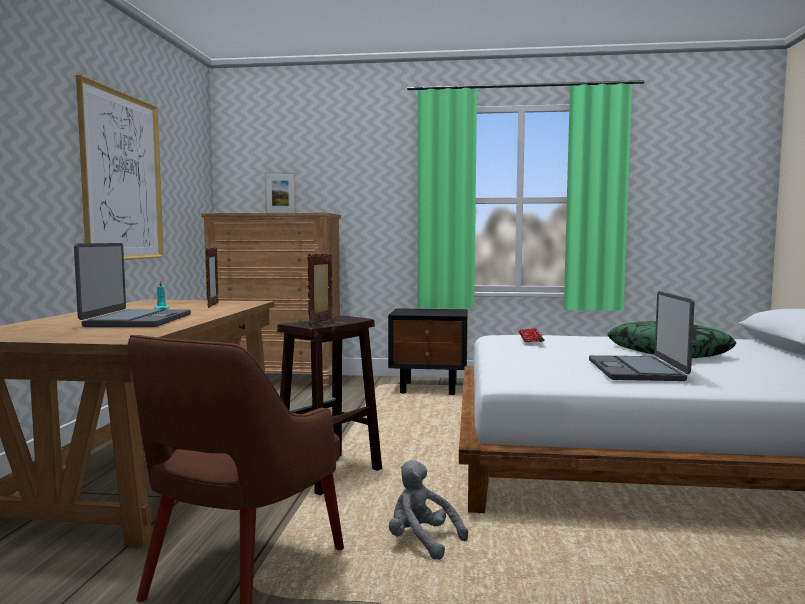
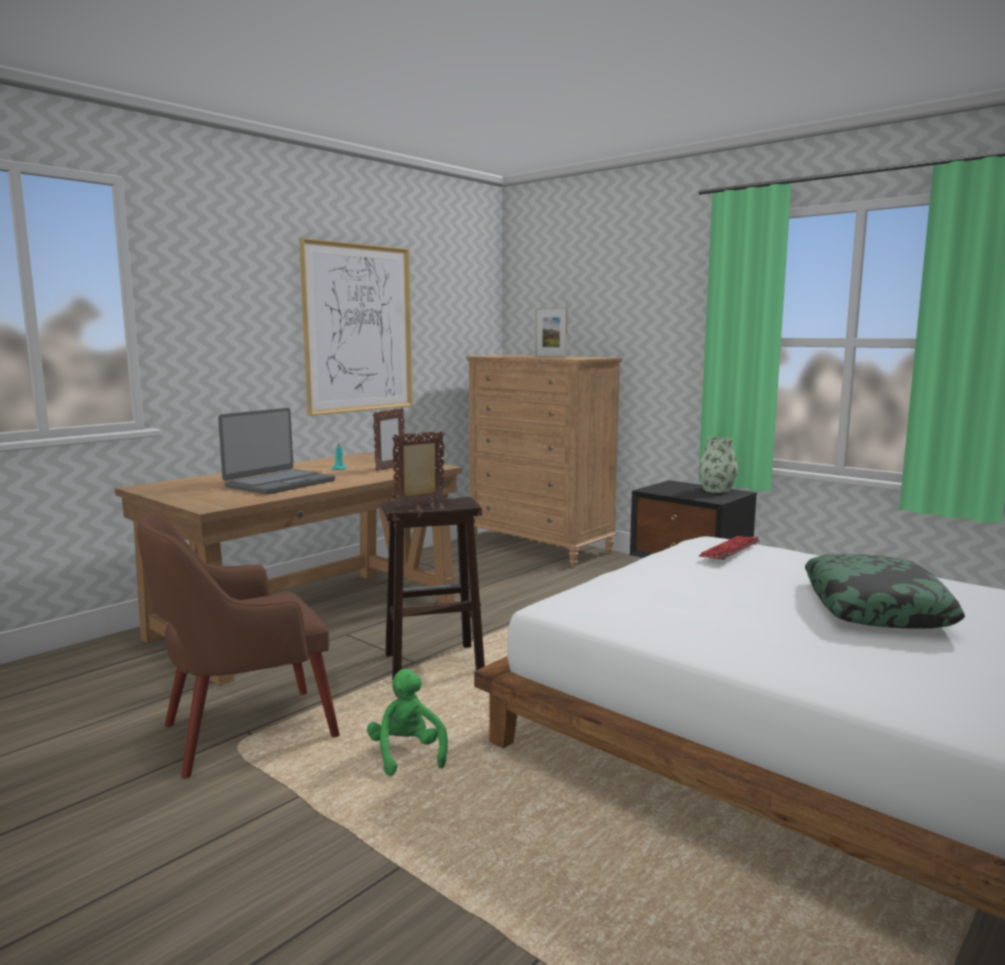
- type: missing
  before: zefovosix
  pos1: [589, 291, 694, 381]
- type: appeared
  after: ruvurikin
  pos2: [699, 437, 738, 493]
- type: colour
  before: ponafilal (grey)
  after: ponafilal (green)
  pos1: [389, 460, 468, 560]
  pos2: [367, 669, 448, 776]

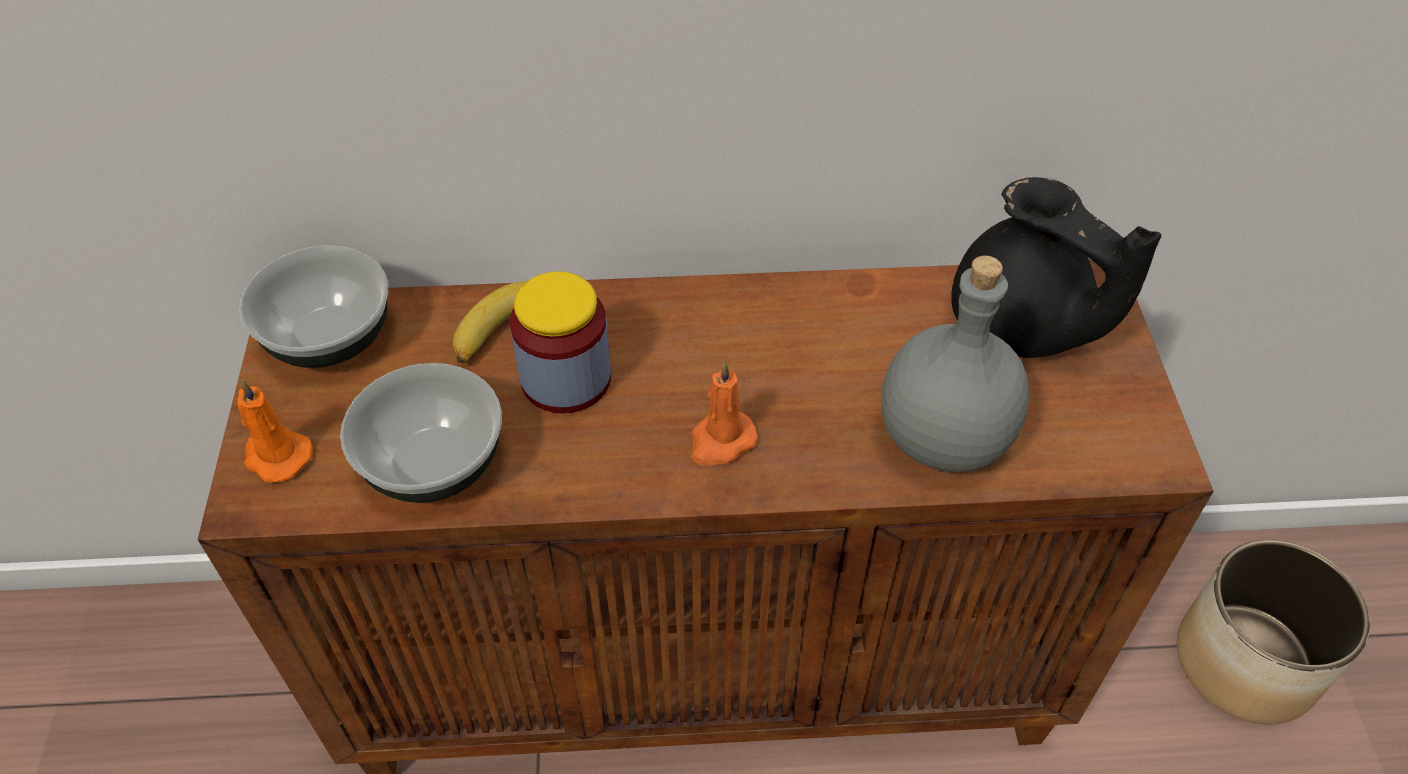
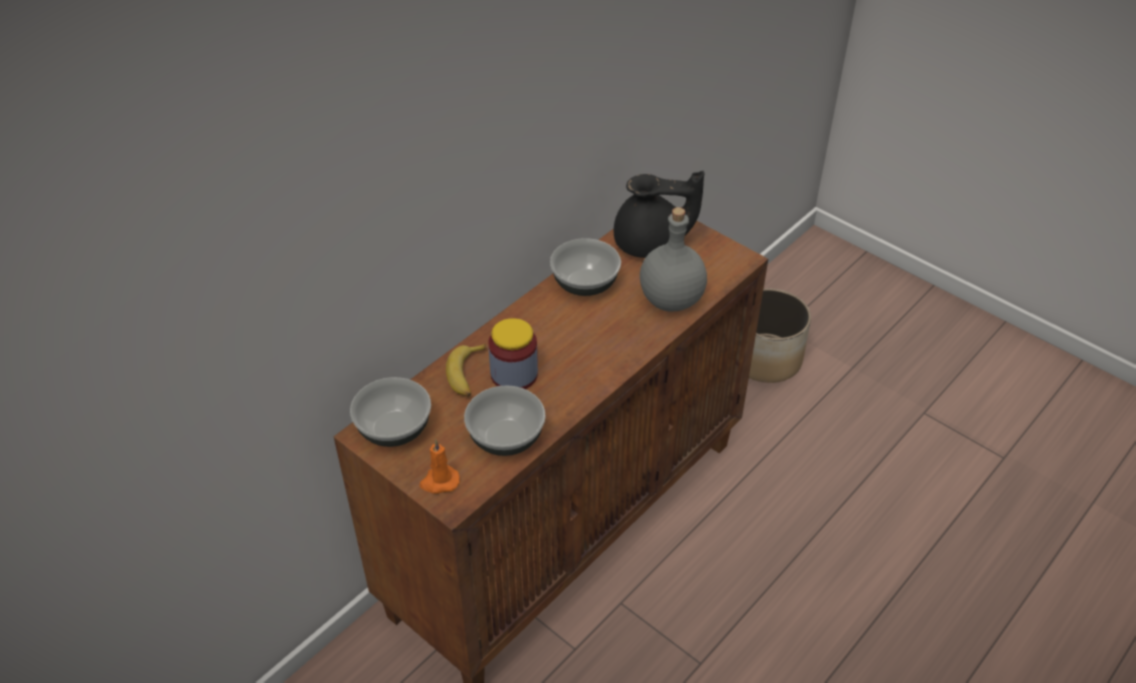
- type: missing
  before: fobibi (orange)
  pos1: [691, 361, 758, 465]
- type: appeared
  after: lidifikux
  pos2: [550, 238, 621, 296]

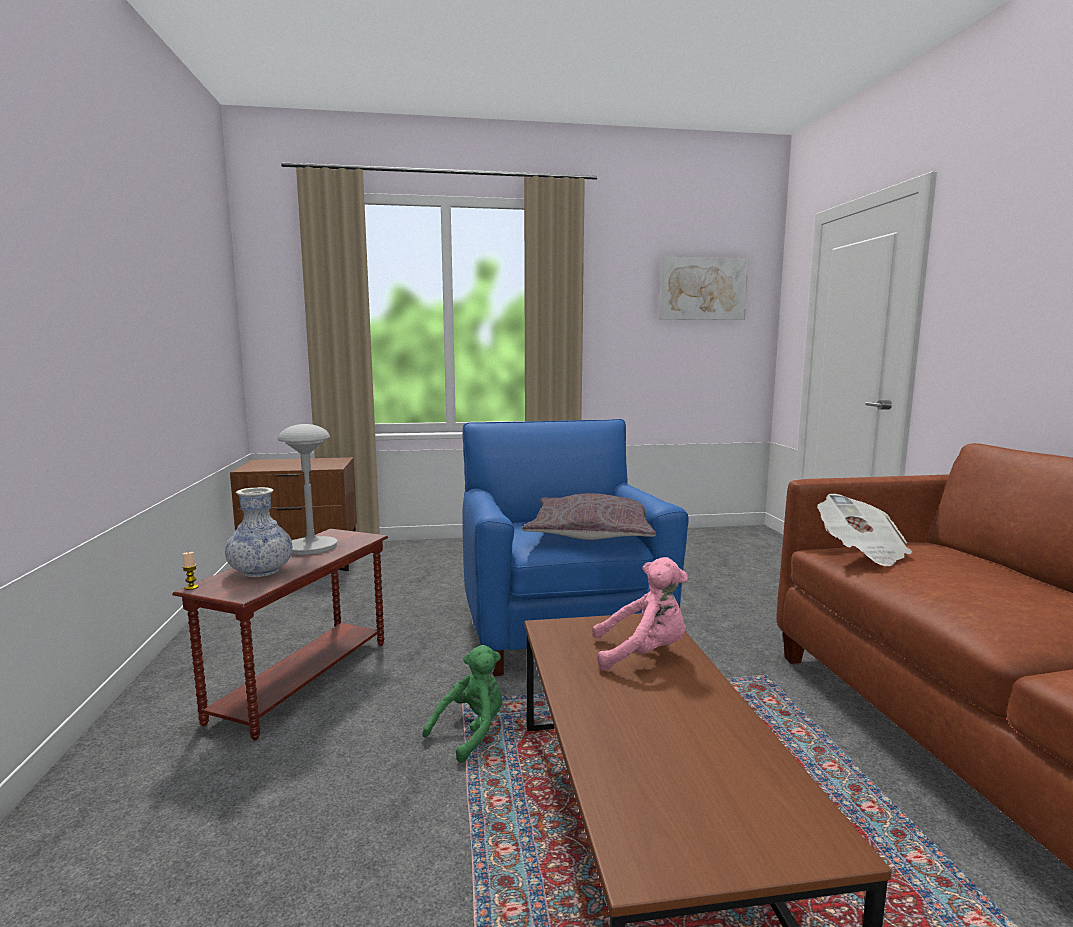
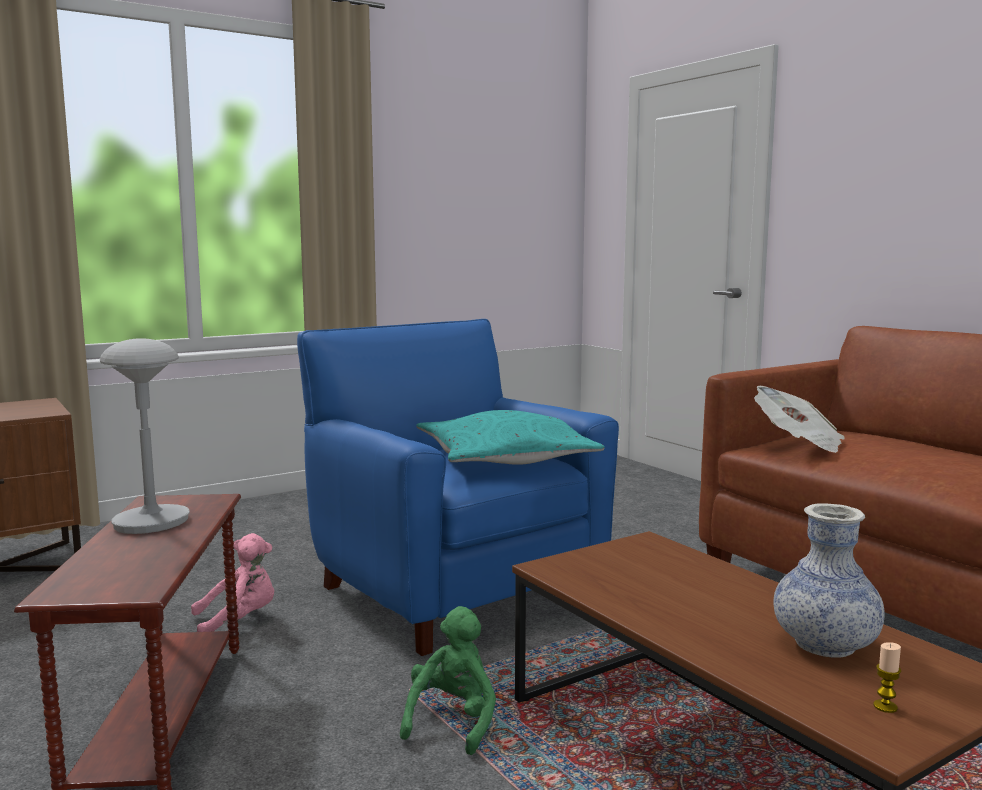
- type: missing
  before: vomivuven
  pos1: [659, 256, 749, 320]
- type: relocated
  before: fobibi
  pos1: [182, 552, 199, 590]
  pos2: [873, 642, 901, 713]
- type: relocated
  before: ruvurikin
  pos1: [225, 487, 292, 577]
  pos2: [774, 504, 885, 658]
- type: relocated
  before: ponafilal (pink)
  pos1: [592, 557, 688, 671]
  pos2: [191, 533, 274, 632]
- type: colour
  before: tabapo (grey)
  after: tabapo (turquoise)
  pos1: [522, 493, 656, 540]
  pos2: [417, 410, 605, 465]

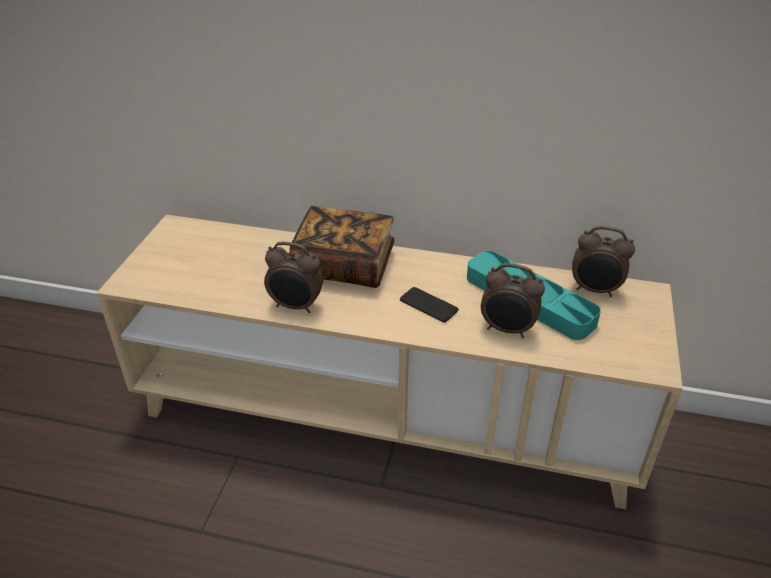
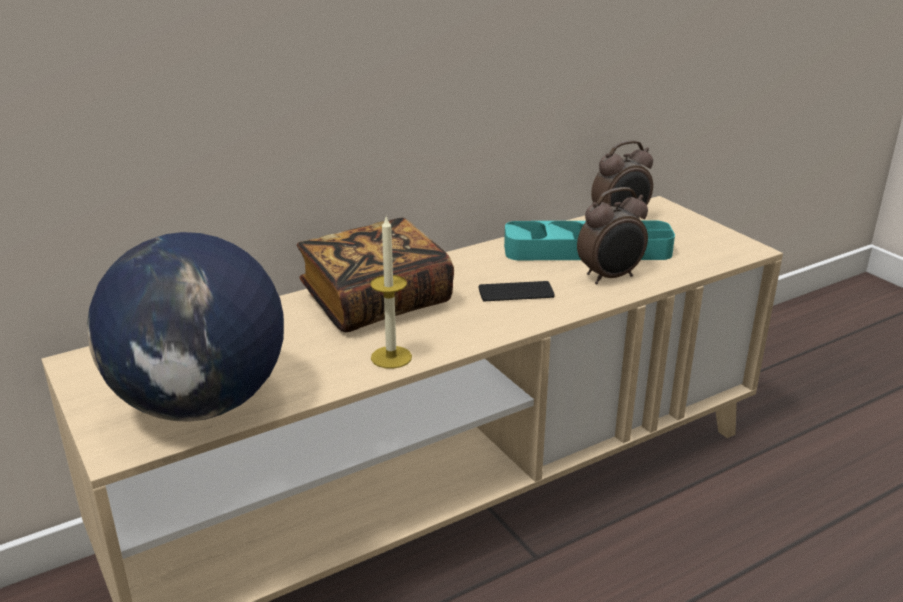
- type: appeared
  after: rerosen
  pos2: [87, 232, 284, 422]
- type: exchanged
  before: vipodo
  after: fobibi
  pos1: [264, 241, 323, 313]
  pos2: [370, 217, 412, 369]

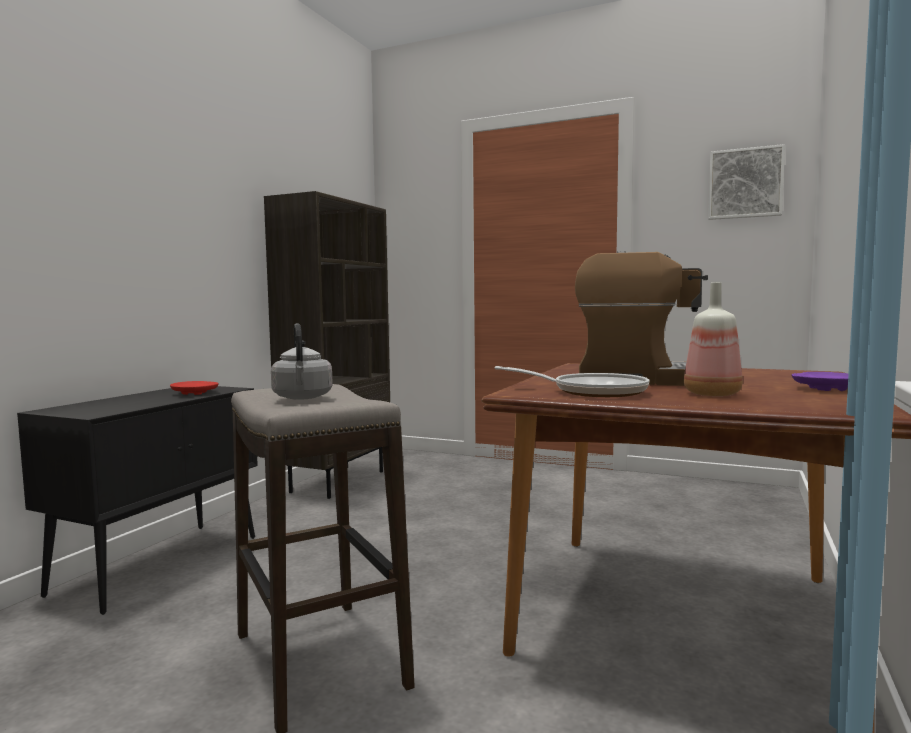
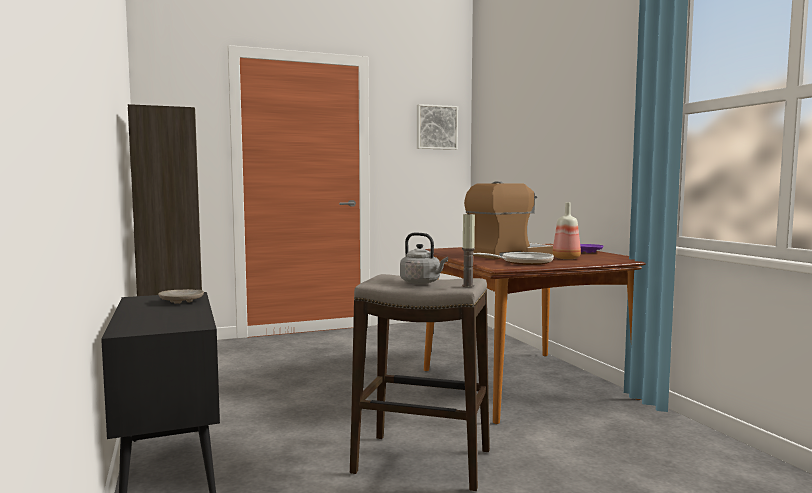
- type: appeared
  after: fobibi
  pos2: [462, 214, 475, 287]
- type: colour
  before: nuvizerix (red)
  after: nuvizerix (beige)
  pos1: [170, 381, 219, 395]
  pos2: [158, 289, 204, 304]

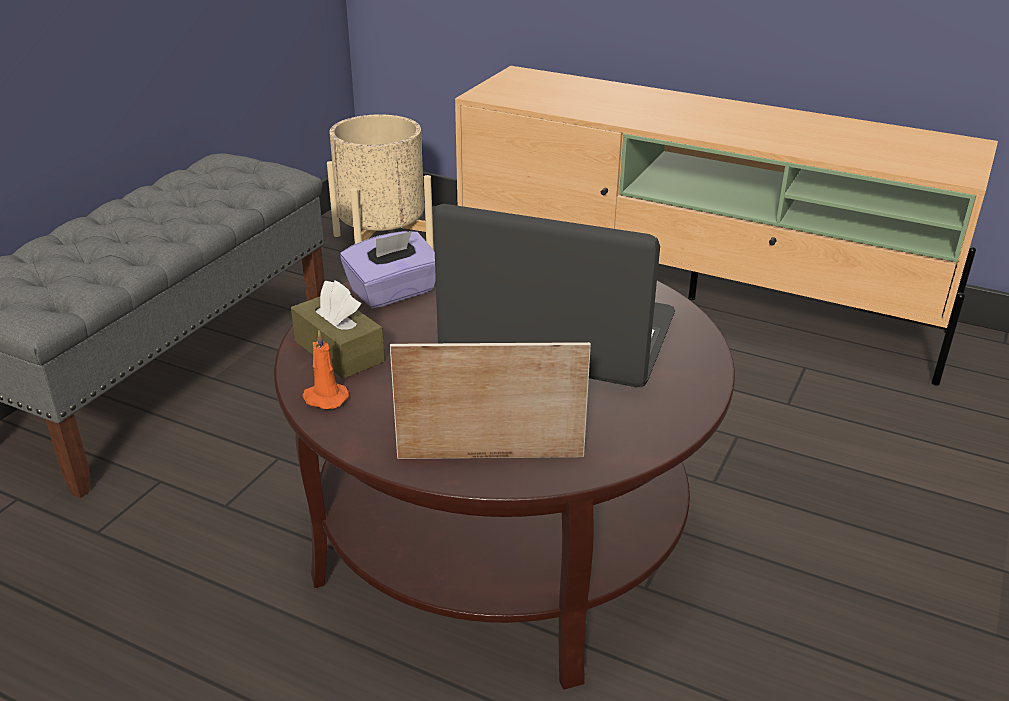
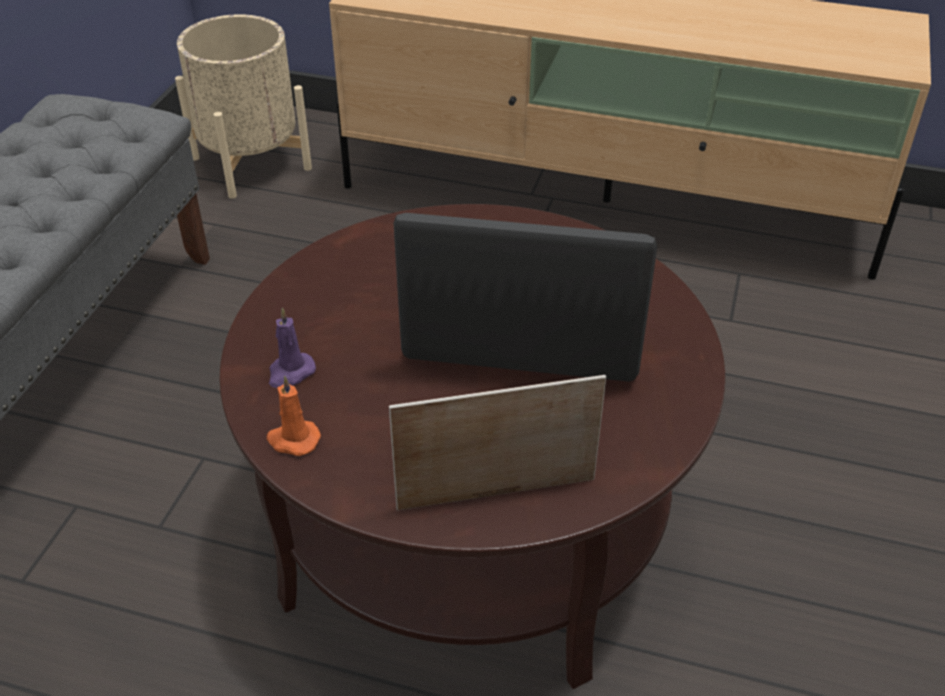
- type: missing
  before: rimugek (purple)
  pos1: [340, 231, 436, 308]
- type: exchanged
  before: rimugek (brown)
  after: fobibi (purple)
  pos1: [291, 280, 385, 379]
  pos2: [269, 308, 316, 388]

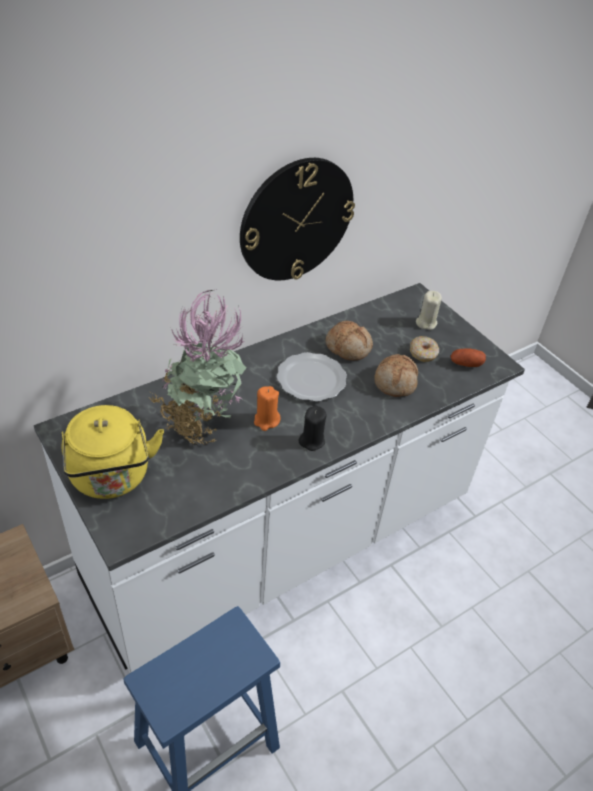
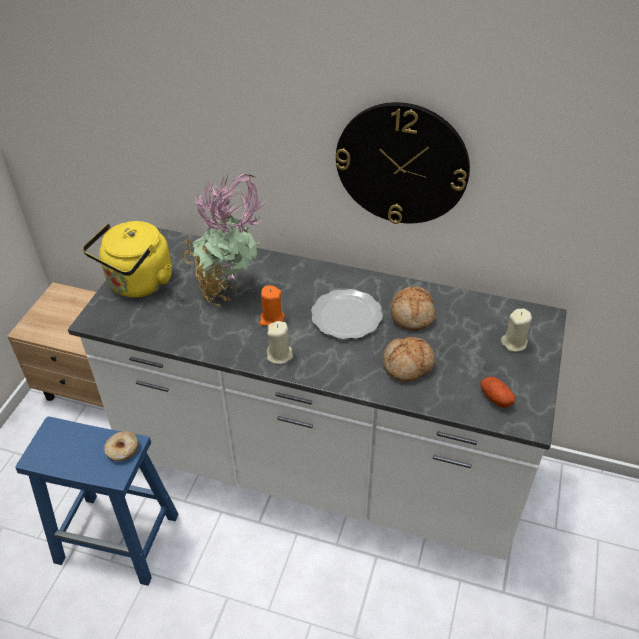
- type: relocated
  before: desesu
  pos1: [410, 336, 439, 362]
  pos2: [104, 431, 139, 461]
- type: colour
  before: fobibi (black)
  after: fobibi (beige)
  pos1: [299, 406, 327, 451]
  pos2: [267, 321, 293, 364]

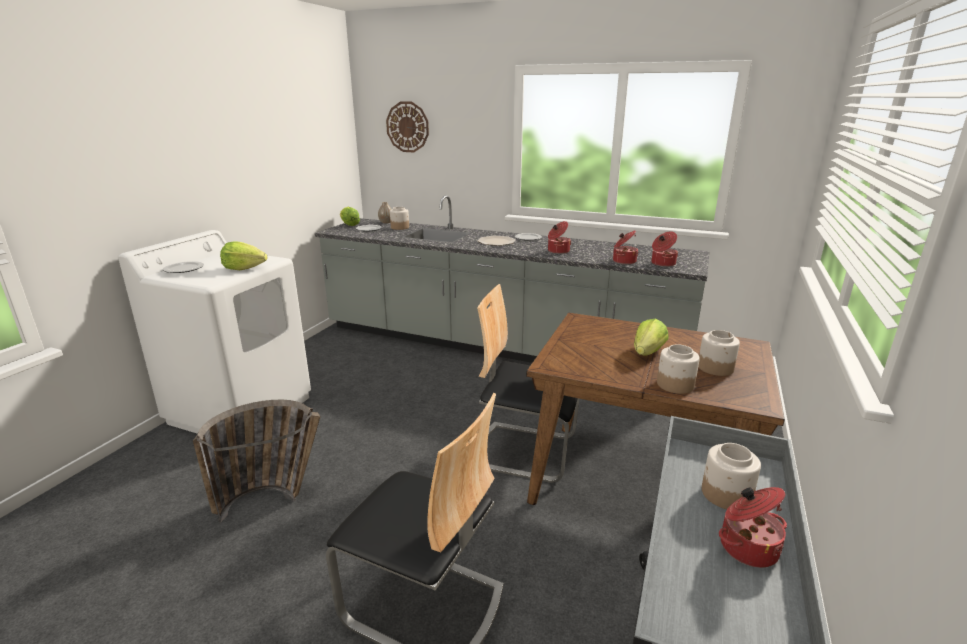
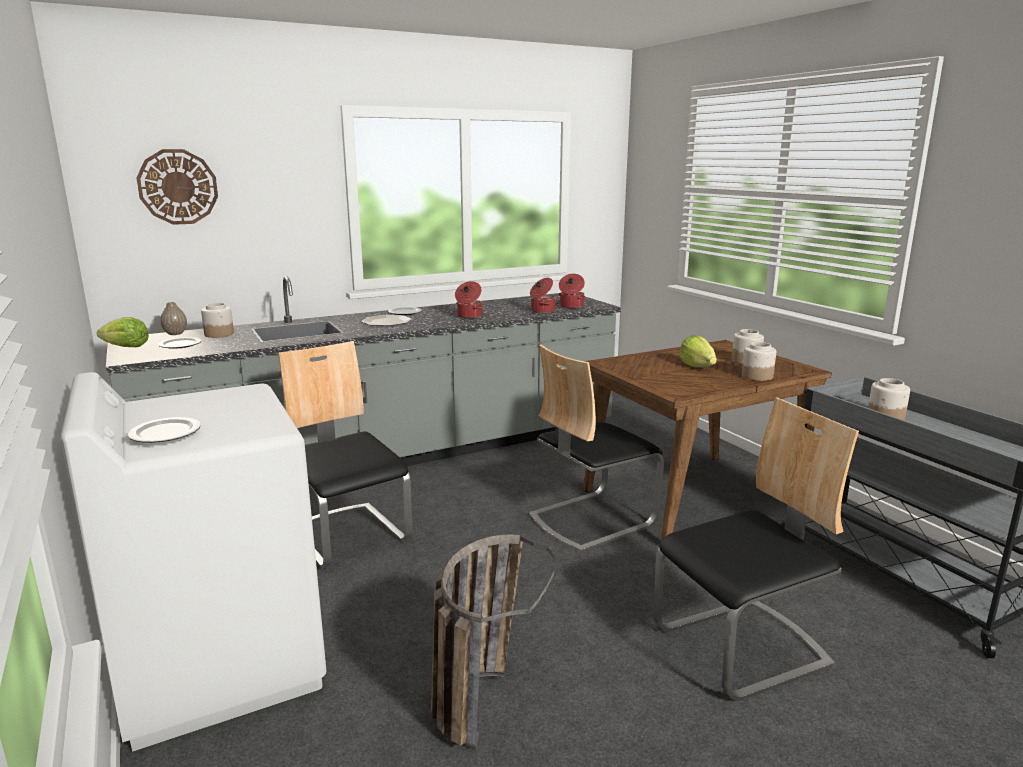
- type: missing
  before: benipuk
  pos1: [220, 242, 268, 270]
- type: missing
  before: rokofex
  pos1: [719, 487, 787, 568]
- type: appeared
  after: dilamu
  pos2: [278, 341, 412, 569]

